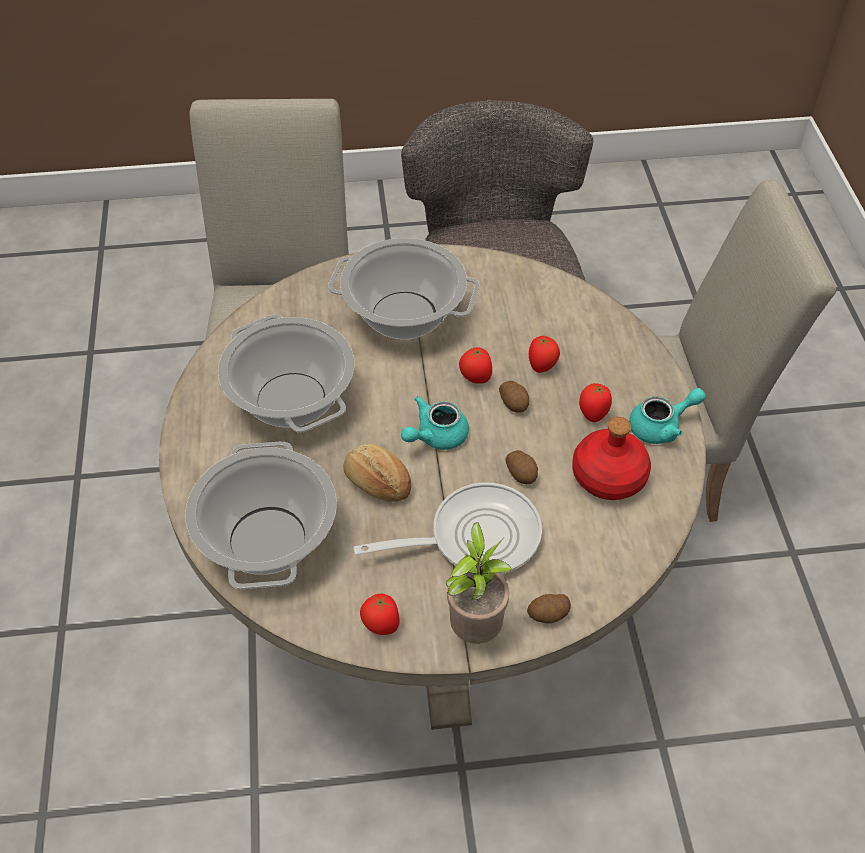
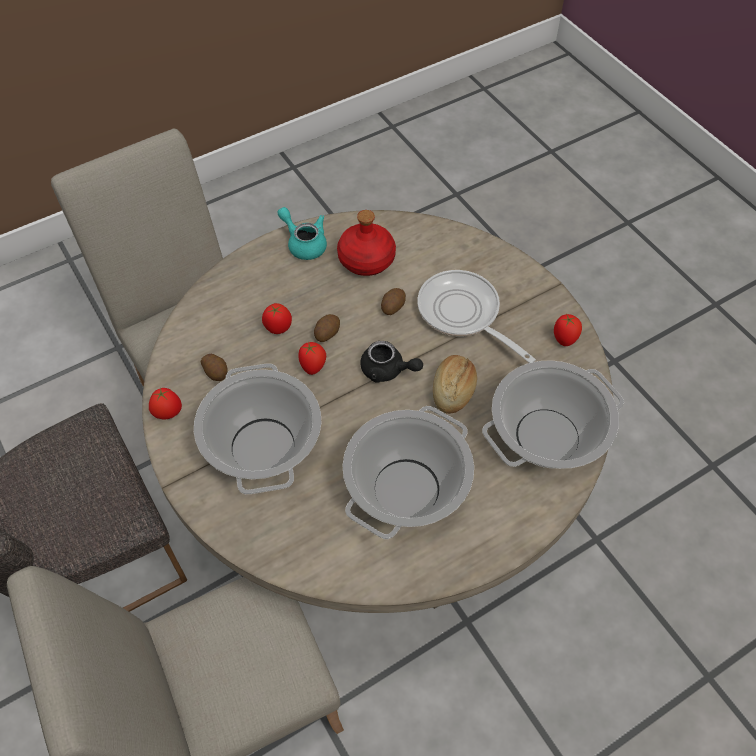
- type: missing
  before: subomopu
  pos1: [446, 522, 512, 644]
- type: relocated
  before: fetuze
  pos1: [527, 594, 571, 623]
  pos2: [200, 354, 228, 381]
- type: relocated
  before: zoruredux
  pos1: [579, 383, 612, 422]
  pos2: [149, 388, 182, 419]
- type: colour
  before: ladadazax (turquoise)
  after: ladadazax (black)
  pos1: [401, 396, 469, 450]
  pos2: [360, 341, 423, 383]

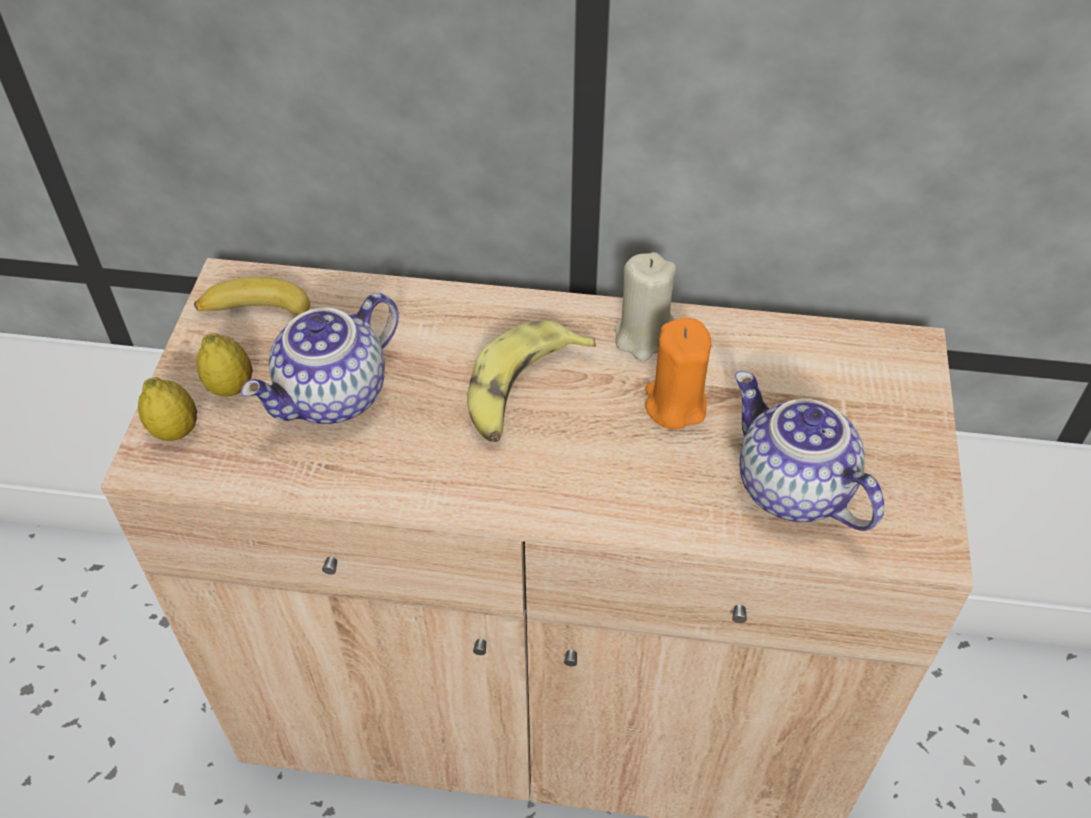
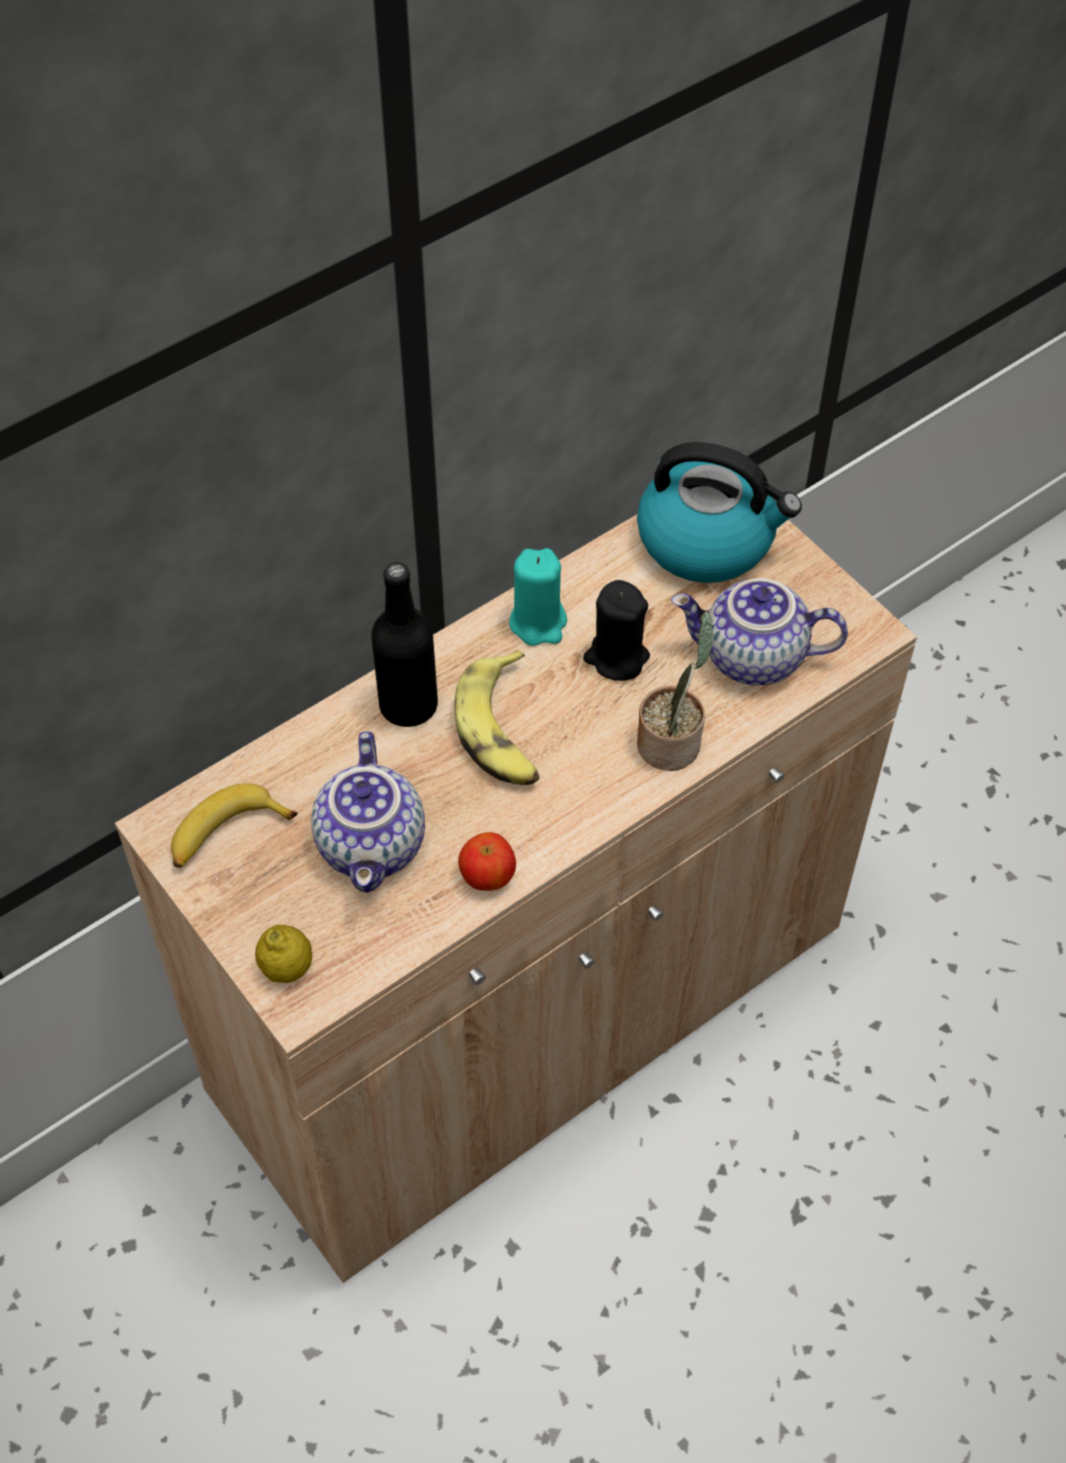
- type: missing
  before: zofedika
  pos1: [196, 333, 253, 397]
- type: appeared
  after: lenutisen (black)
  pos2: [371, 562, 438, 727]
- type: appeared
  after: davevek
  pos2: [458, 832, 516, 891]
- type: appeared
  after: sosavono
  pos2: [637, 442, 802, 583]
- type: appeared
  after: subomopu
  pos2: [637, 611, 714, 771]
- type: colour
  before: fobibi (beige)
  after: fobibi (turquoise)
  pos1: [615, 252, 676, 361]
  pos2: [509, 548, 567, 646]
- type: colour
  before: fobibi (orange)
  after: fobibi (black)
  pos1: [645, 318, 711, 429]
  pos2: [583, 580, 650, 681]

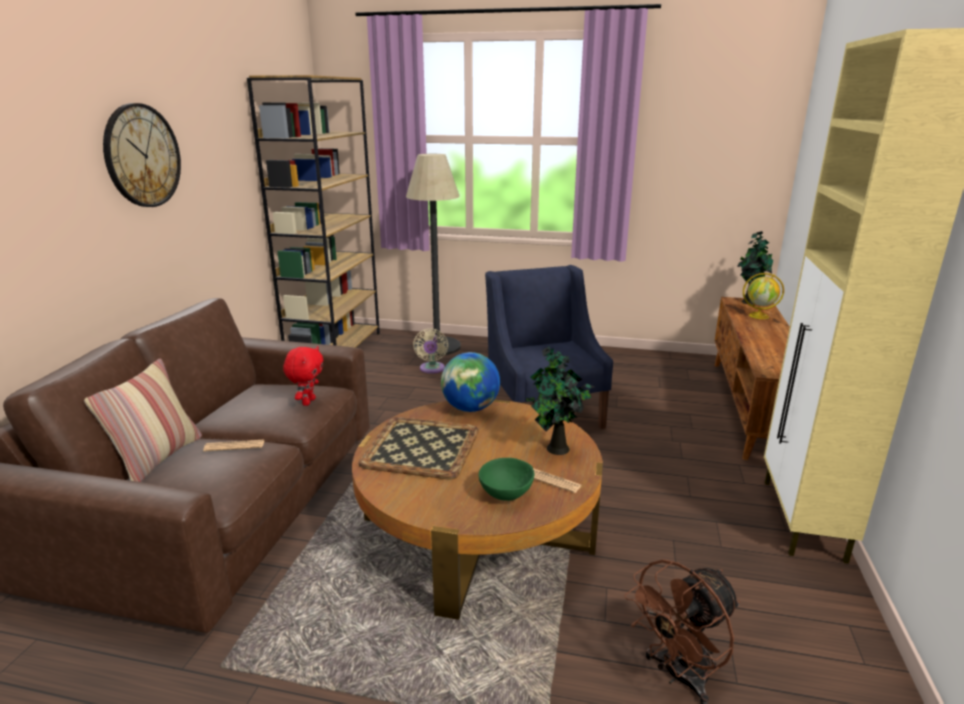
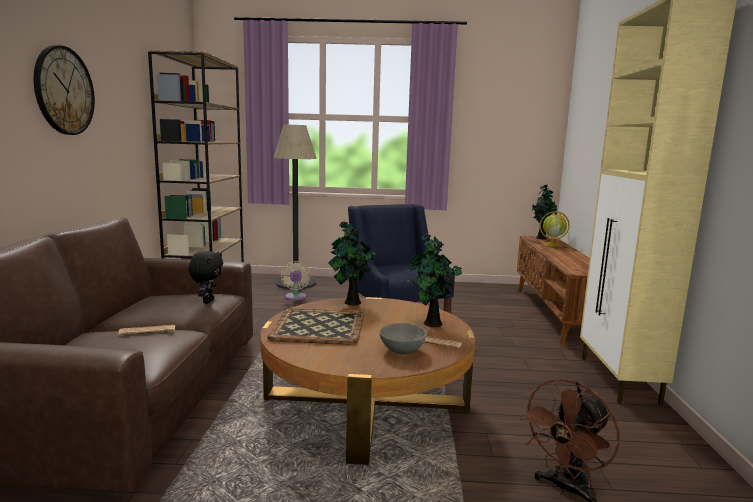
- type: missing
  before: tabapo
  pos1: [84, 358, 202, 482]
- type: exchanged
  before: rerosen
  after: subomopu
  pos1: [441, 352, 500, 412]
  pos2: [328, 221, 379, 305]
- type: colour
  before: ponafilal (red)
  after: ponafilal (black)
  pos1: [283, 346, 323, 406]
  pos2: [188, 251, 223, 304]
- type: colour
  before: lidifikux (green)
  after: lidifikux (grey)
  pos1: [479, 458, 534, 501]
  pos2: [380, 323, 427, 355]

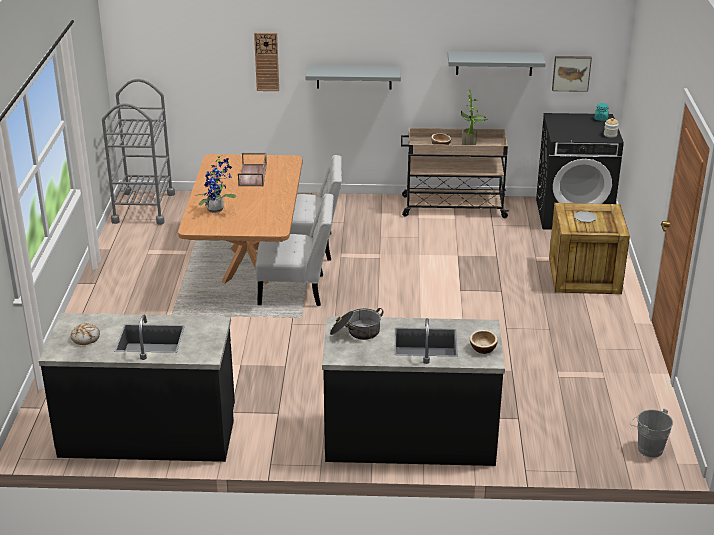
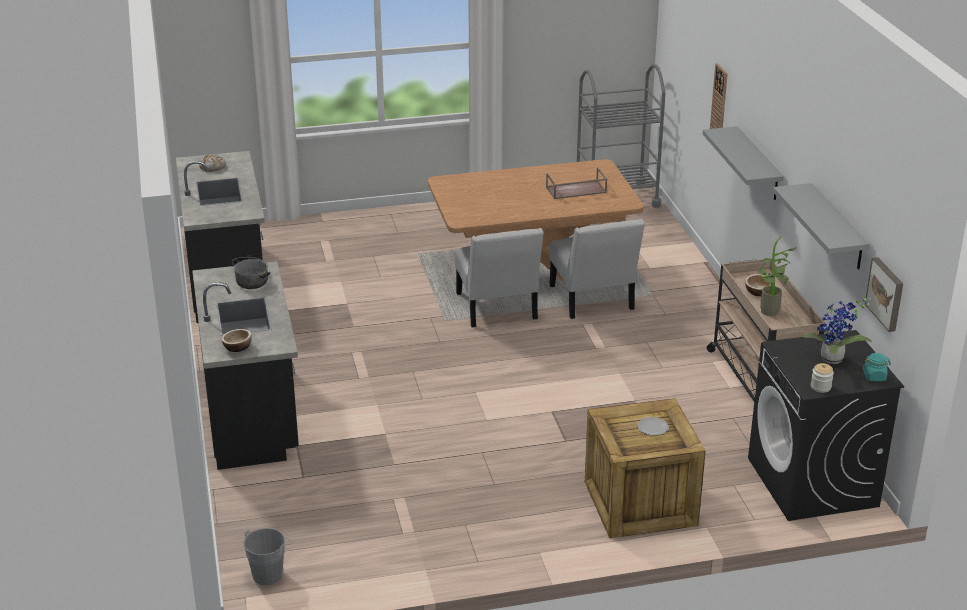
- type: relocated
  before: subomopu
  pos1: [195, 153, 237, 213]
  pos2: [802, 298, 872, 364]

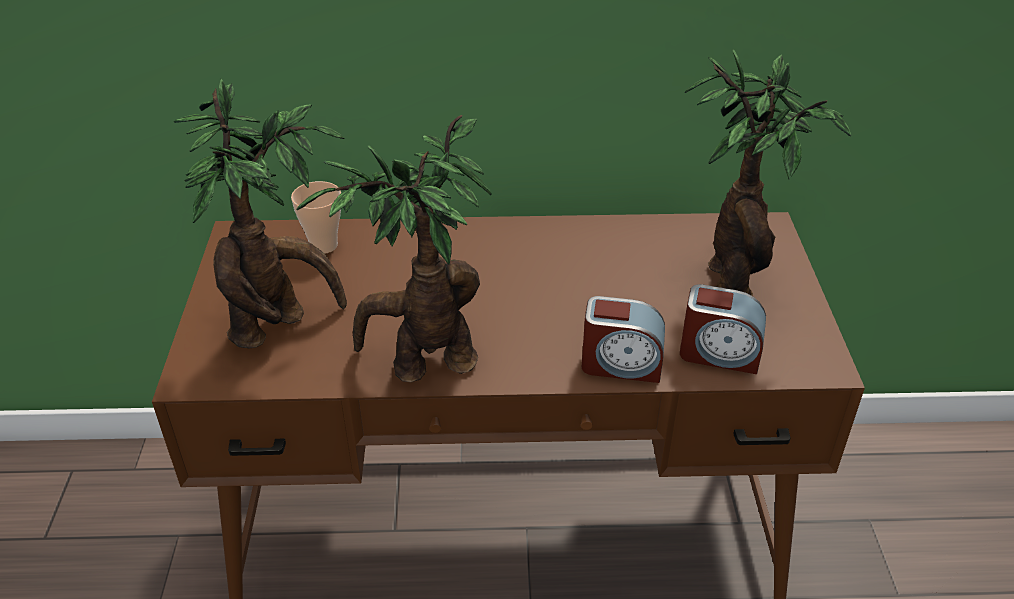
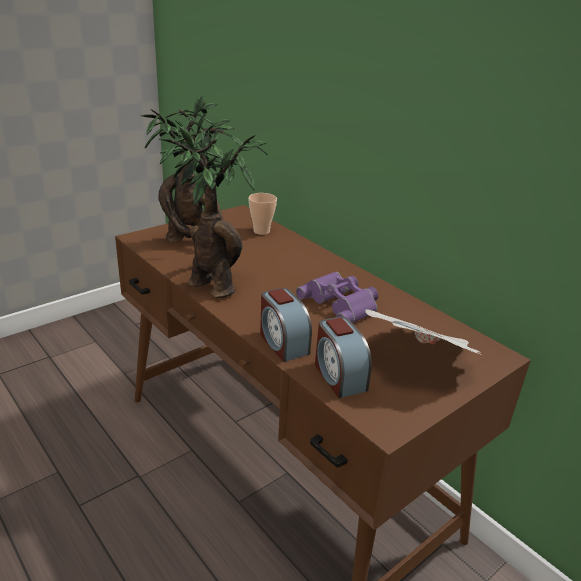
- type: appeared
  after: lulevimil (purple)
  pos2: [296, 272, 378, 323]
- type: exchanged
  before: subomopu
  after: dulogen
  pos1: [685, 49, 852, 296]
  pos2: [365, 309, 480, 354]

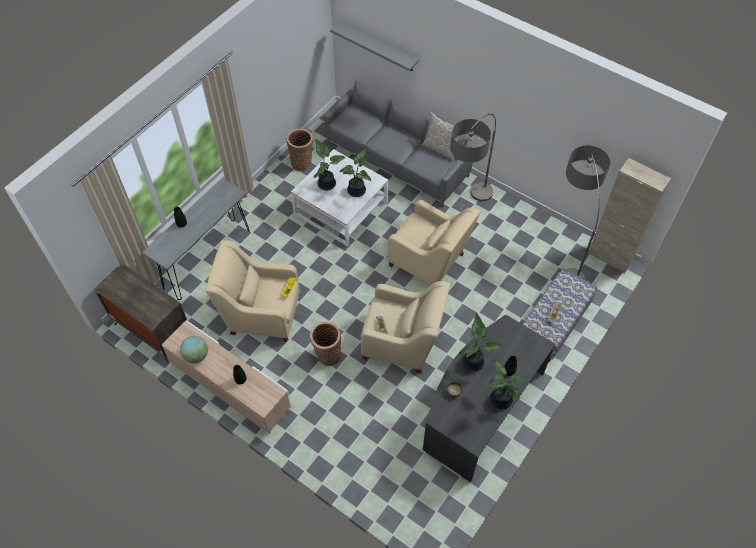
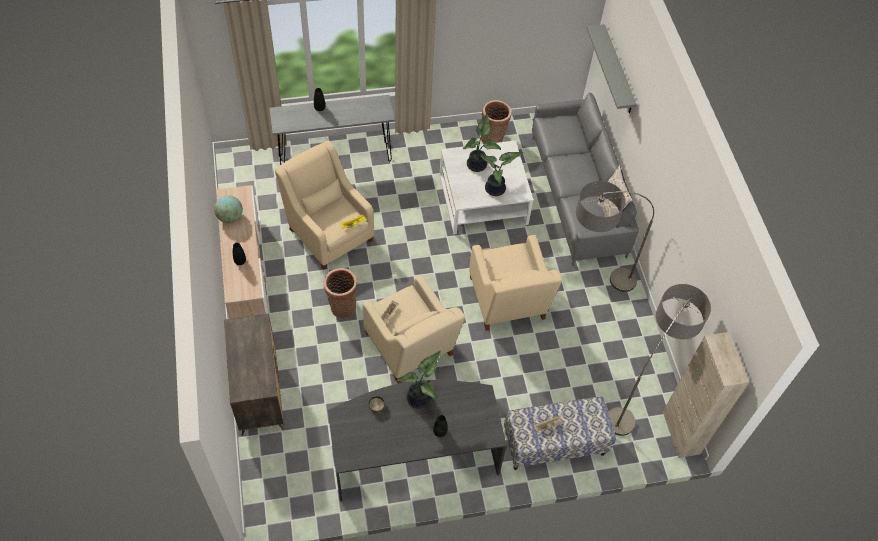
- type: missing
  before: subomopu
  pos1: [489, 360, 528, 409]
- type: relocated
  before: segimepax
  pos1: [94, 264, 187, 363]
  pos2: [224, 314, 284, 436]

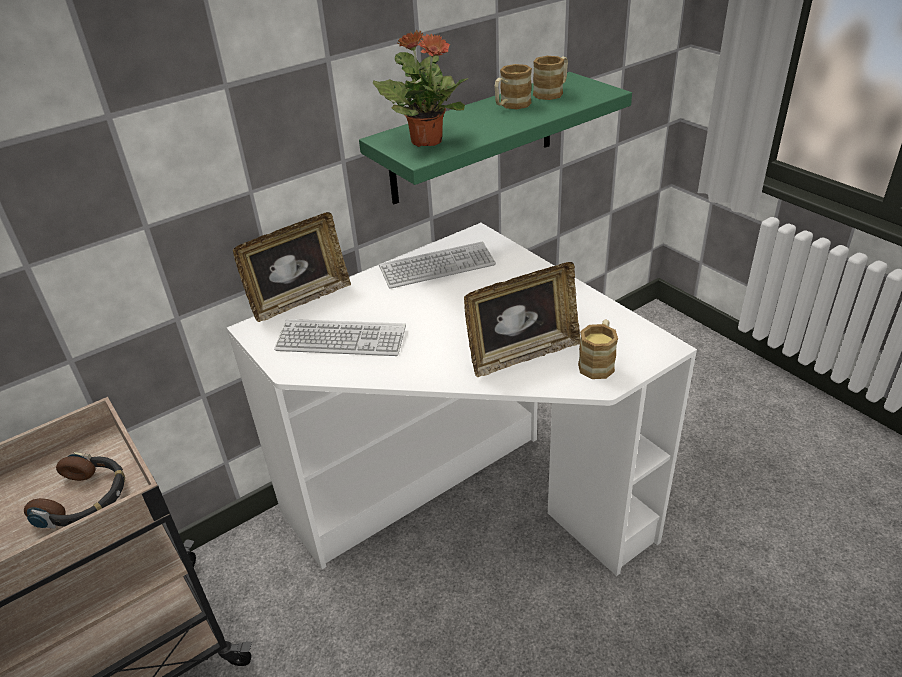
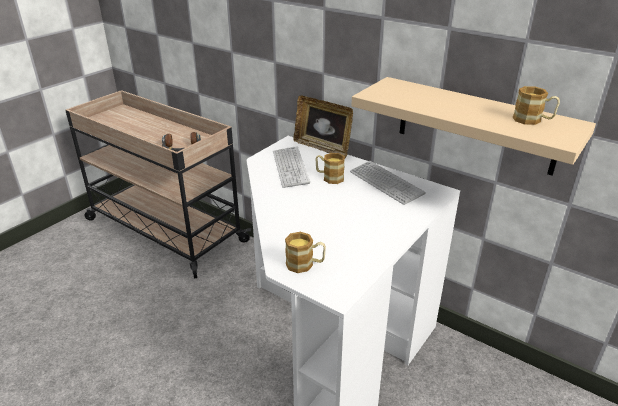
- type: missing
  before: subomopu
  pos1: [373, 30, 469, 147]
- type: missing
  before: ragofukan
  pos1: [464, 262, 581, 377]
- type: relocated
  before: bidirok
  pos1: [494, 64, 532, 109]
  pos2: [315, 153, 345, 184]
- type: colour
  before: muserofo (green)
  after: muserofo (beige)
  pos1: [359, 72, 632, 204]
  pos2: [351, 77, 596, 176]

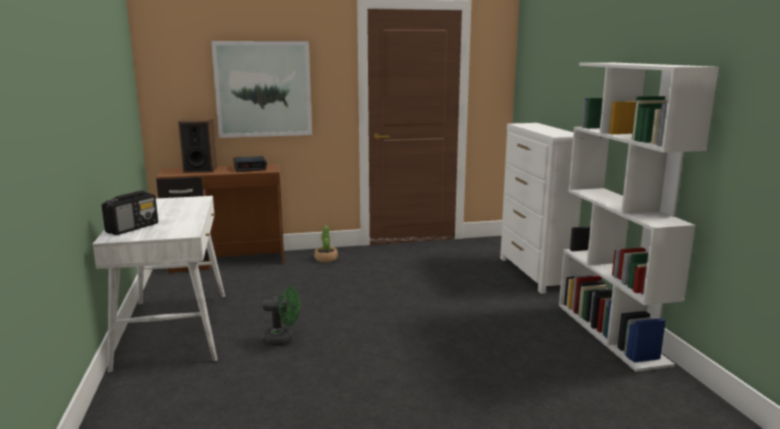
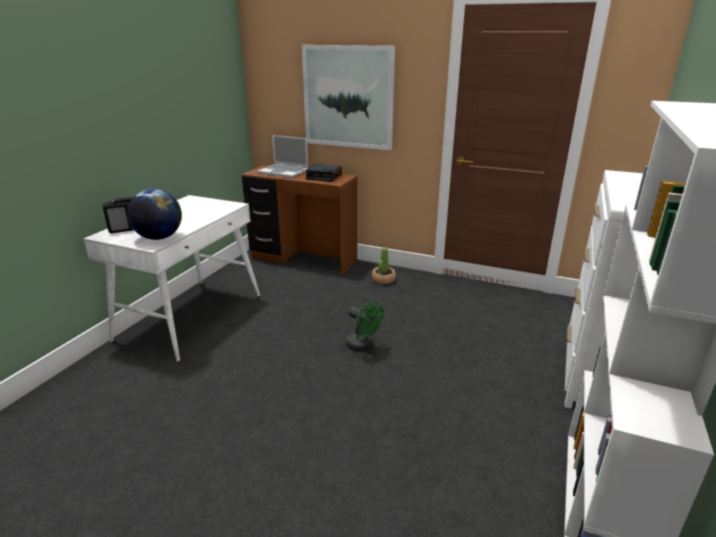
- type: appeared
  after: rerosen
  pos2: [127, 189, 182, 240]
- type: relocated
  before: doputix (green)
  pos1: [262, 287, 300, 346]
  pos2: [346, 302, 384, 352]
- type: exchanged
  before: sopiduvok
  after: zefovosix
  pos1: [178, 119, 217, 173]
  pos2: [257, 135, 308, 178]

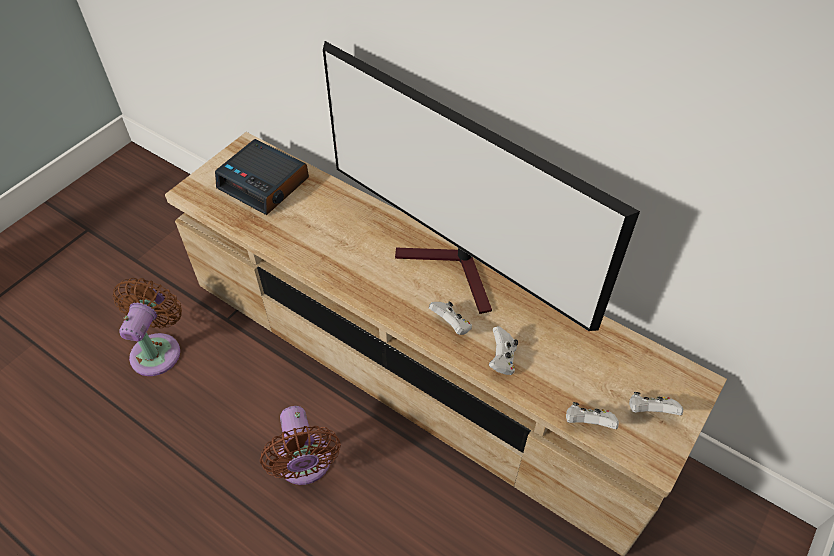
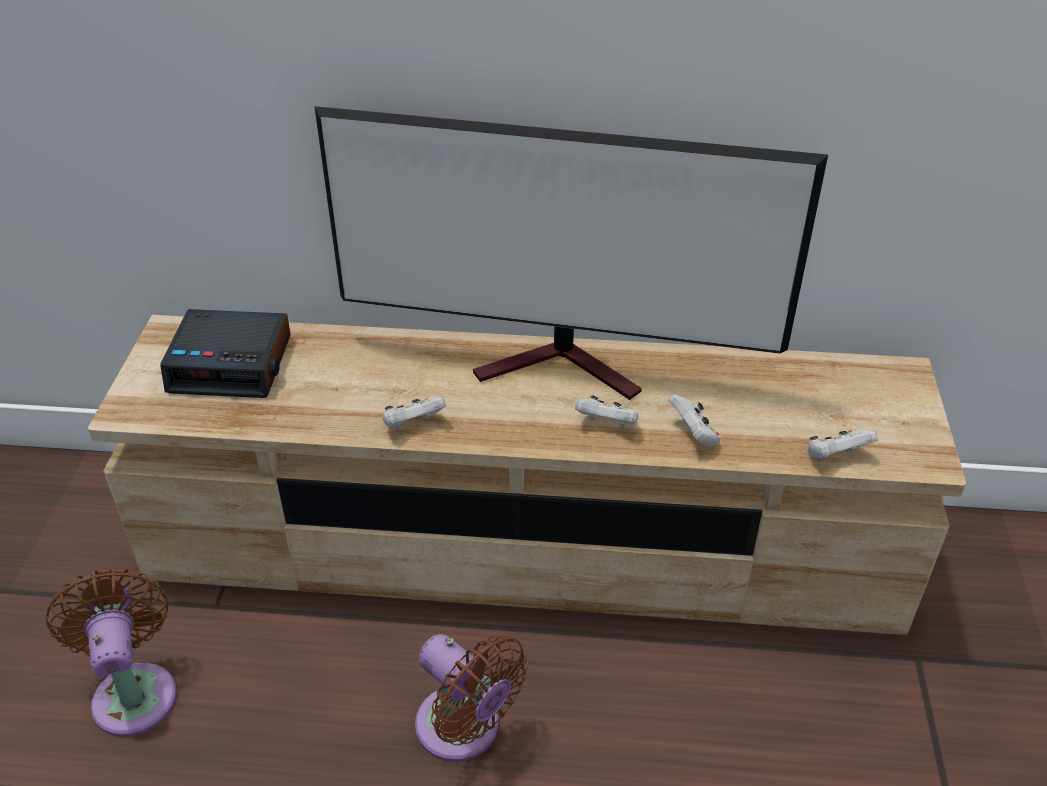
- type: relocated
  before: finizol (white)
  pos1: [629, 392, 683, 416]
  pos2: [383, 397, 446, 429]

